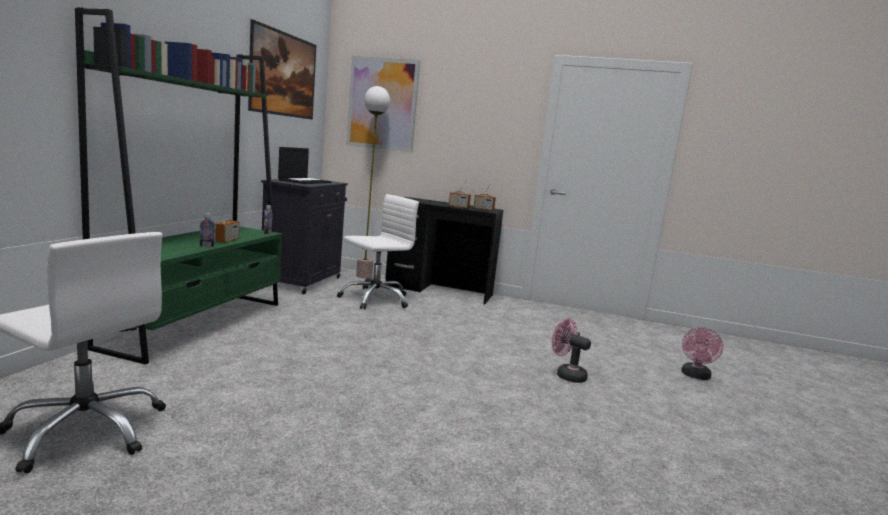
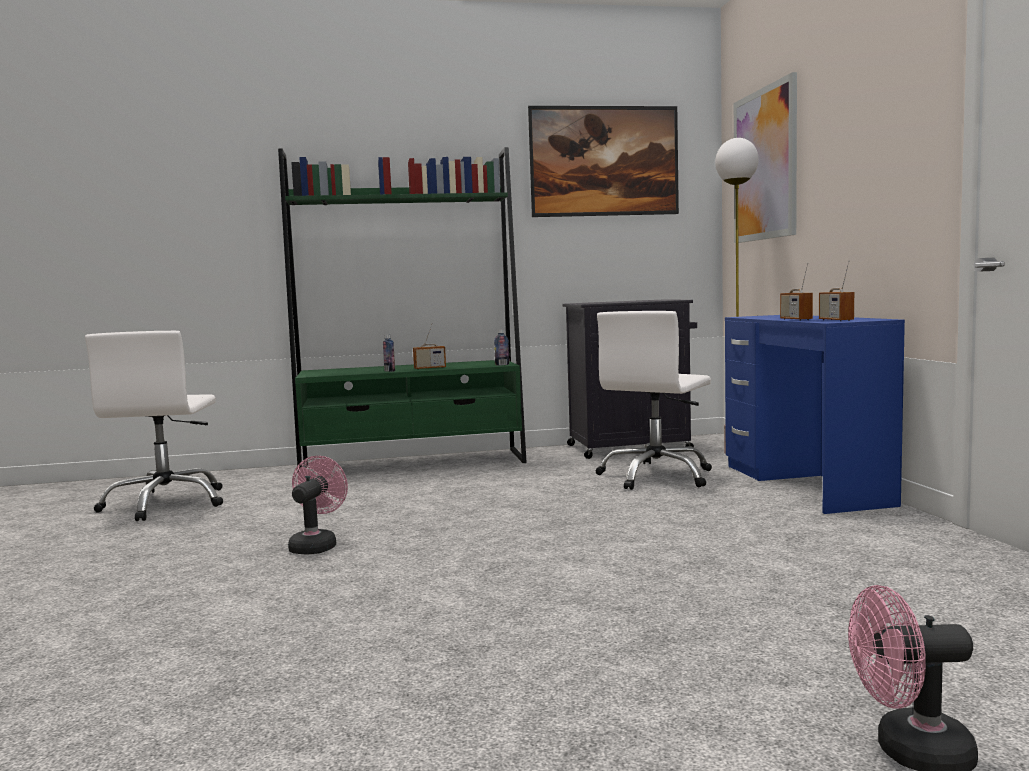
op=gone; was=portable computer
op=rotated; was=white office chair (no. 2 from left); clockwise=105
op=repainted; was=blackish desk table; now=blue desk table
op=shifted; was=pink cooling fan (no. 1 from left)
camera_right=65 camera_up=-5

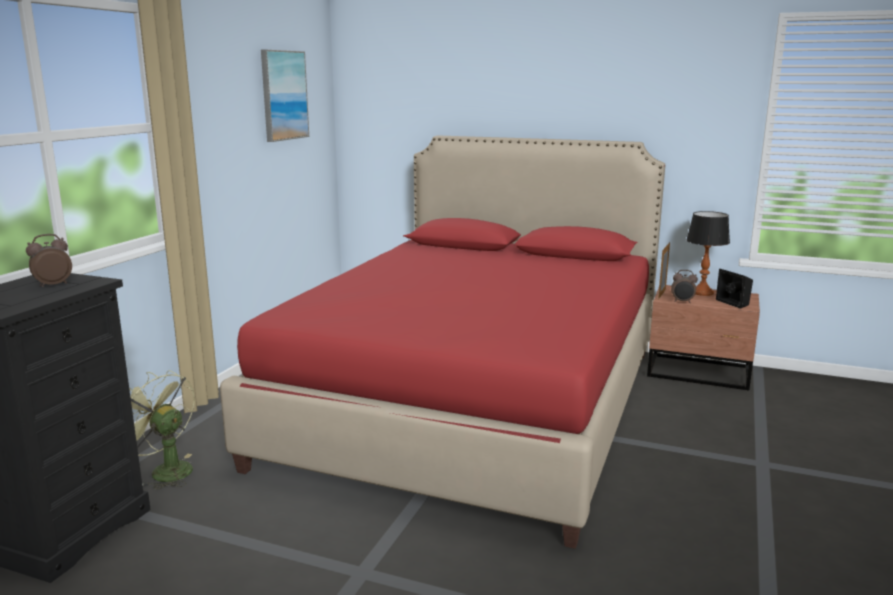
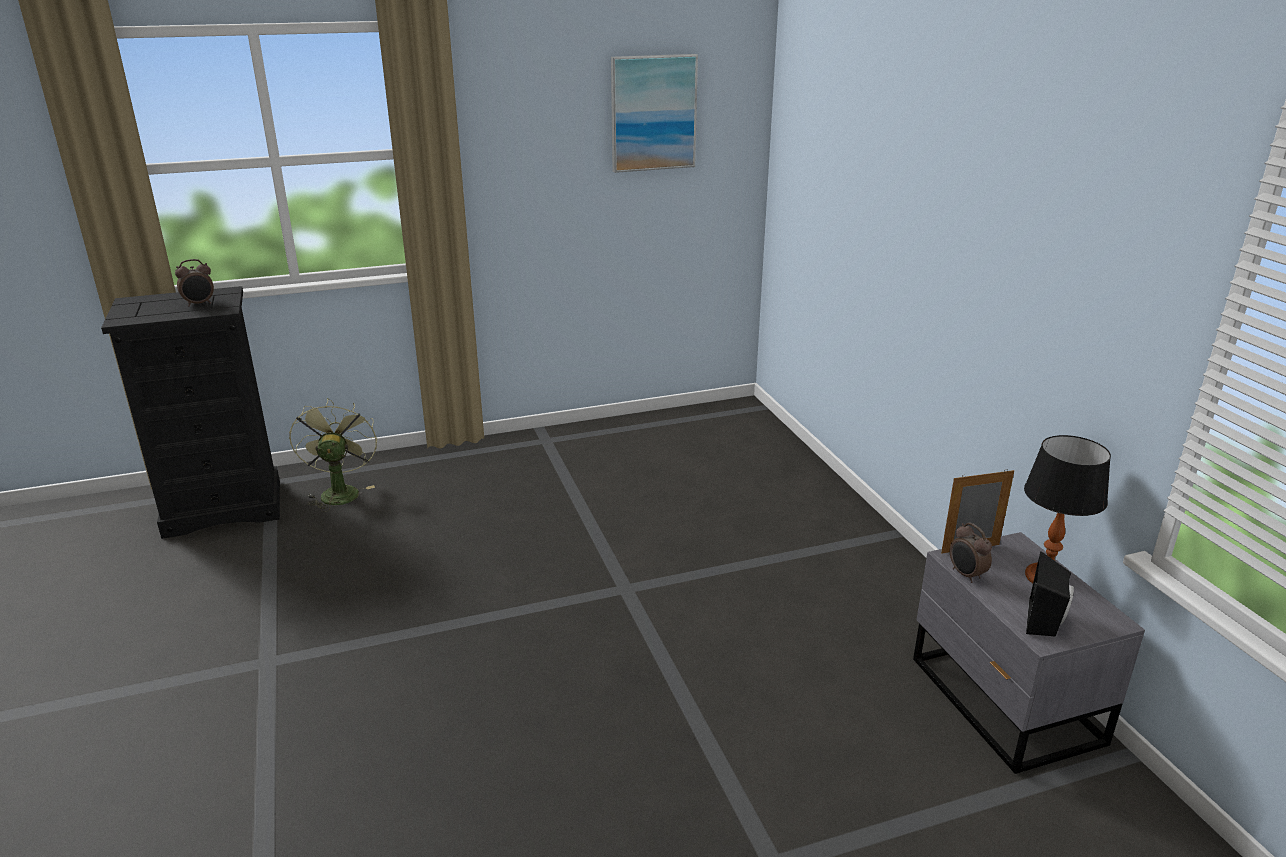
op=rotated; was=bedside clock (no. 1 from left); clockwise=135
op=gone; was=reddish bedroom bed
op=repainted; was=brown bedside table; now=greyish bedside table
camera_right=50 camera_up=10

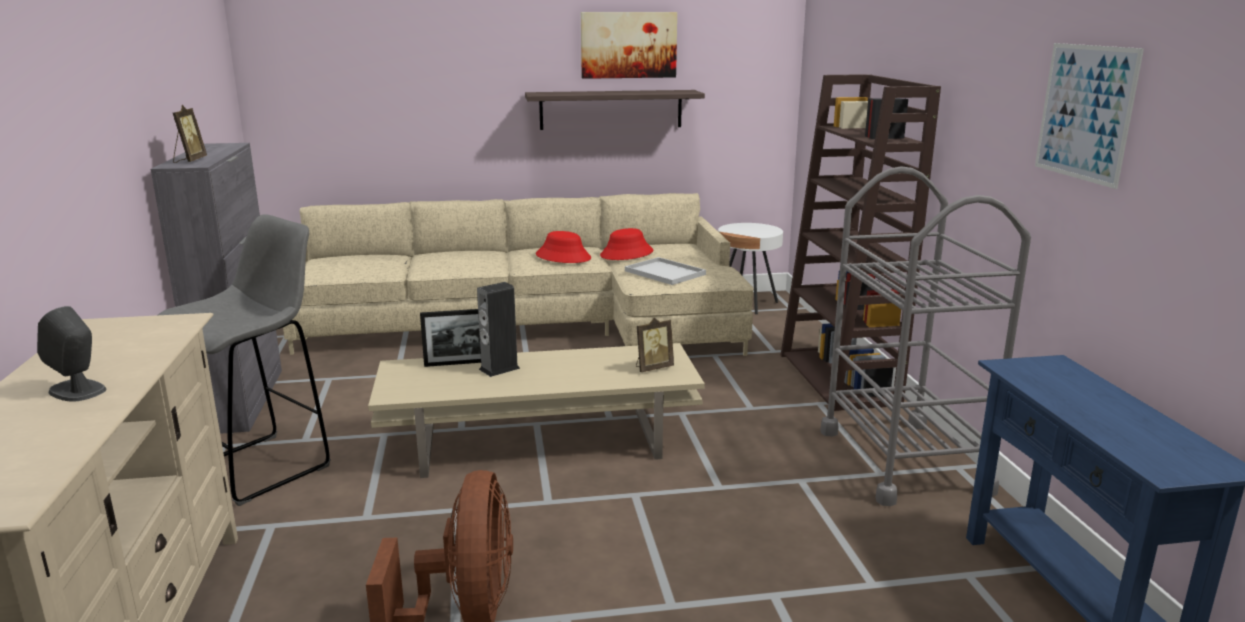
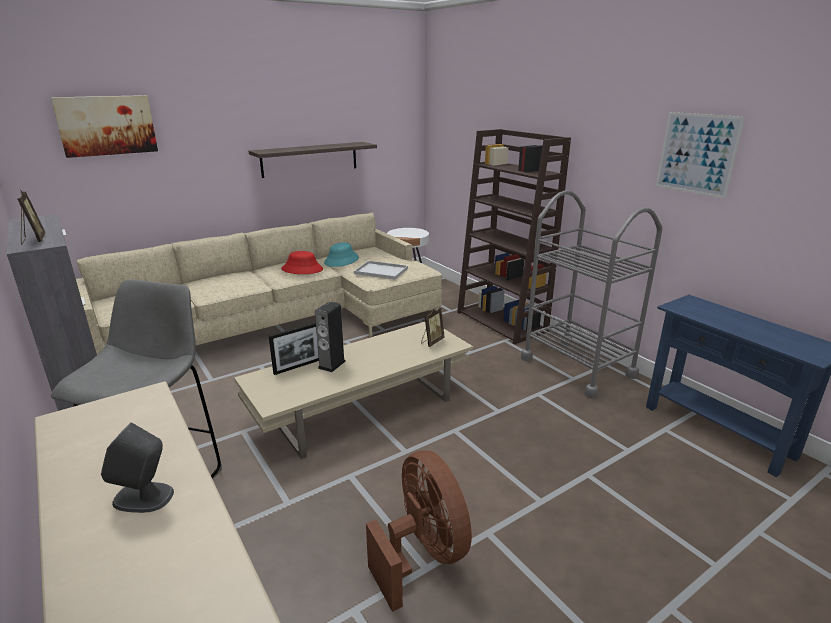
op=shifted; was=picture (no. 1 from left)
op=repainted; was=reddish hat (no. 2 from left); now=turquoise hat
camera_right=-25 camera_up=5

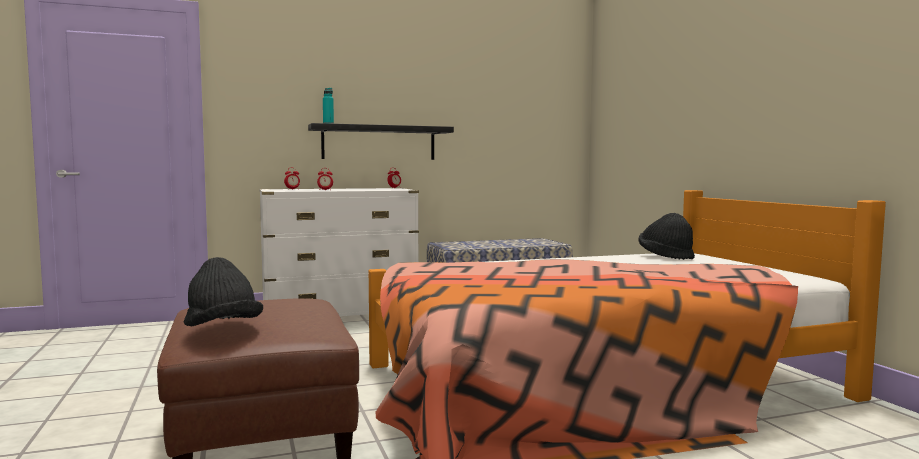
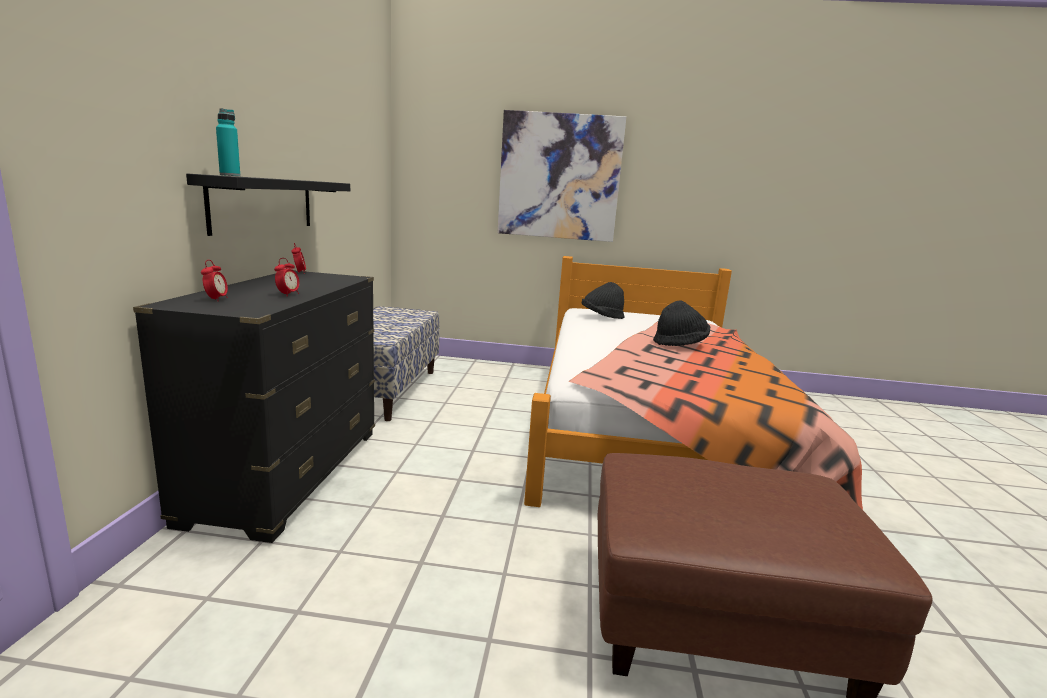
op=shifted; was=blackish hat (no. 1 from left in the first image); now=blackish hat (no. 2 from left)
op=repainted; was=white drawer chest; now=blackish drawer chest
op=new; now=picture
camera_right=-65 camera_up=10

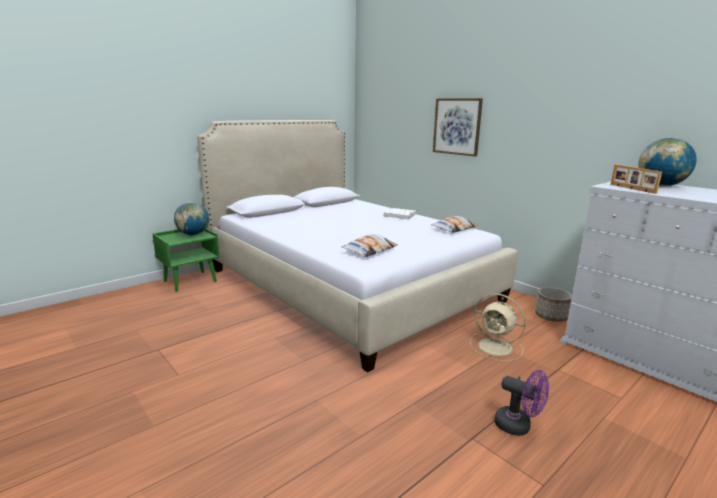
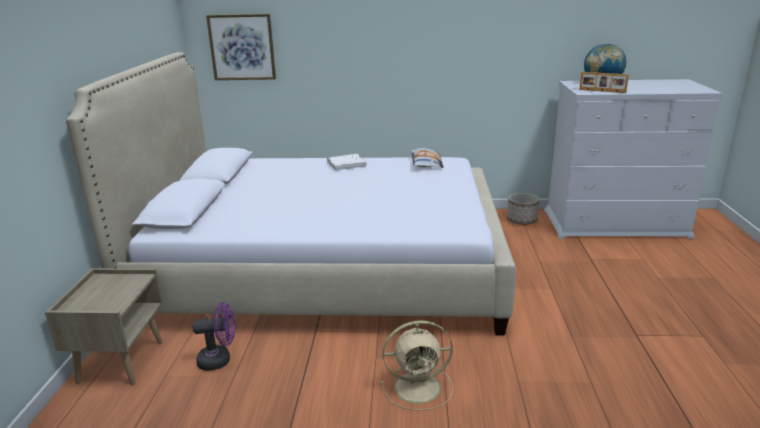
op=repainted; was=green bedside table; now=beige bedside table
op=gone; was=globe (no. 1 from left)
op=gone; was=throw pillow (no. 1 from left)
op=shifted; was=picture
op=shifted; was=beige cooling fan
op=shifted; was=purple-coloured cooling fan
camera_right=-45 camera_up=5

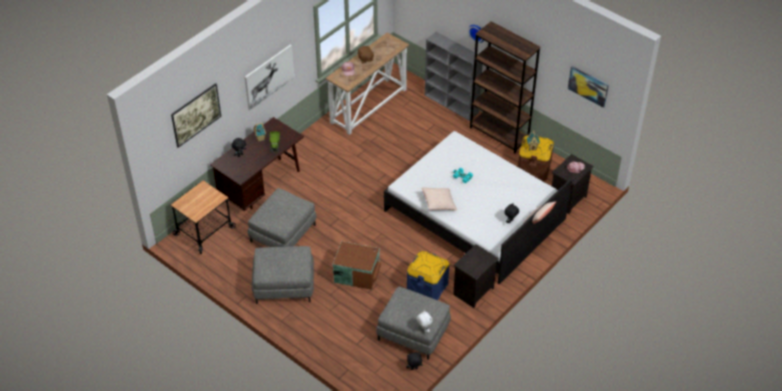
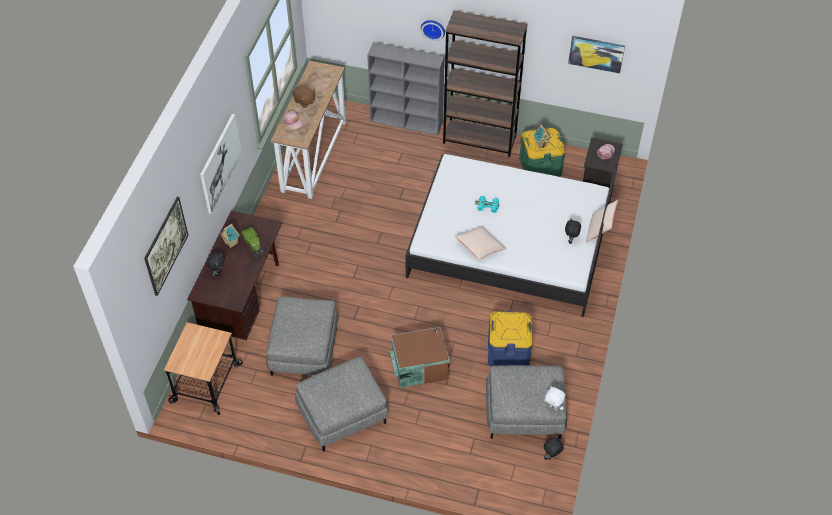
op=gone; was=blackish bedside table (no. 1 from left)
op=repainted; was=brown storage bin (no. 2 from left); now=green storage bin
camera_right=-25 camera_up=5

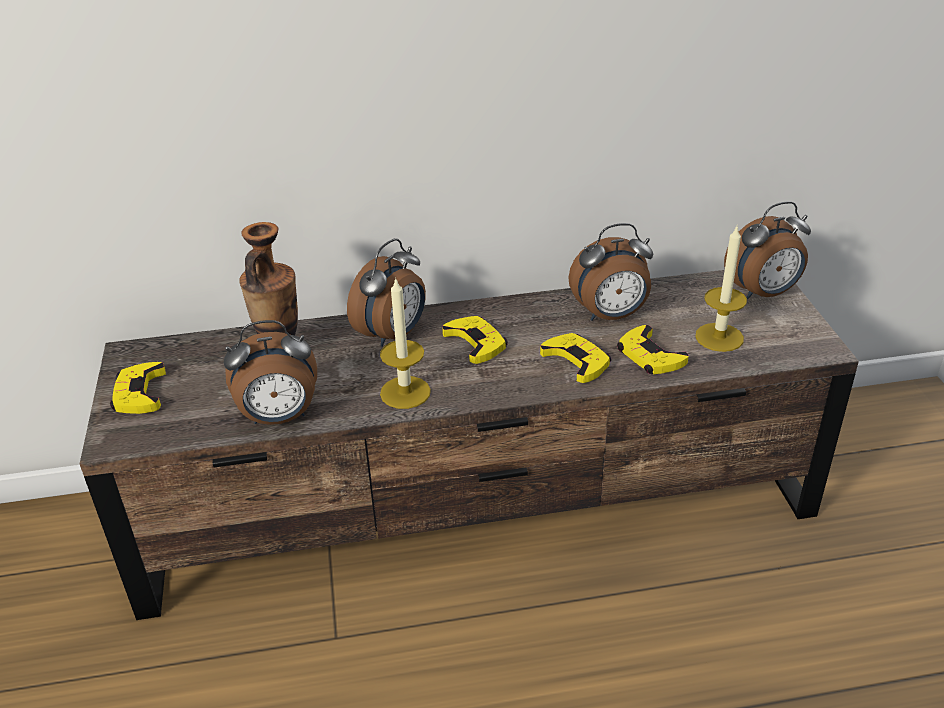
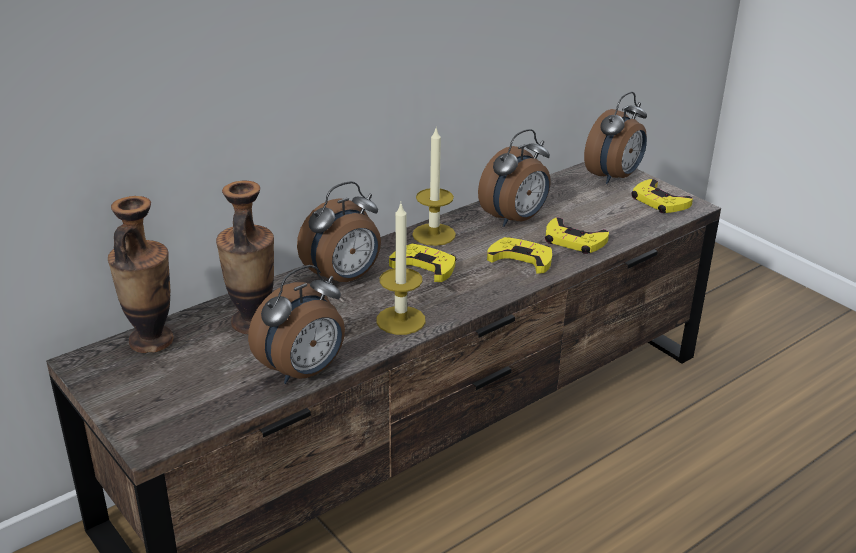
op=shifted; was=yellowish game controller (no. 1 from left in the first image); now=yellowish game controller (no. 4 from left)
op=rotated; was=bedside clock (no. 2 from left); clockwise=45
op=shifted; was=candle (no. 2 from left)
op=new; now=decorative vase (no. 1 from left)
camera_right=-30 camera_up=-5

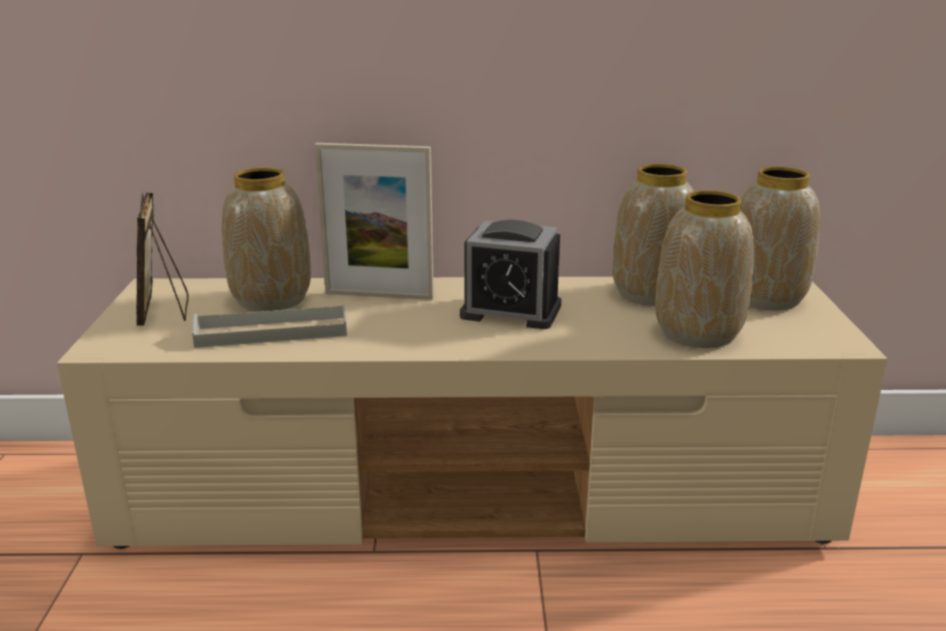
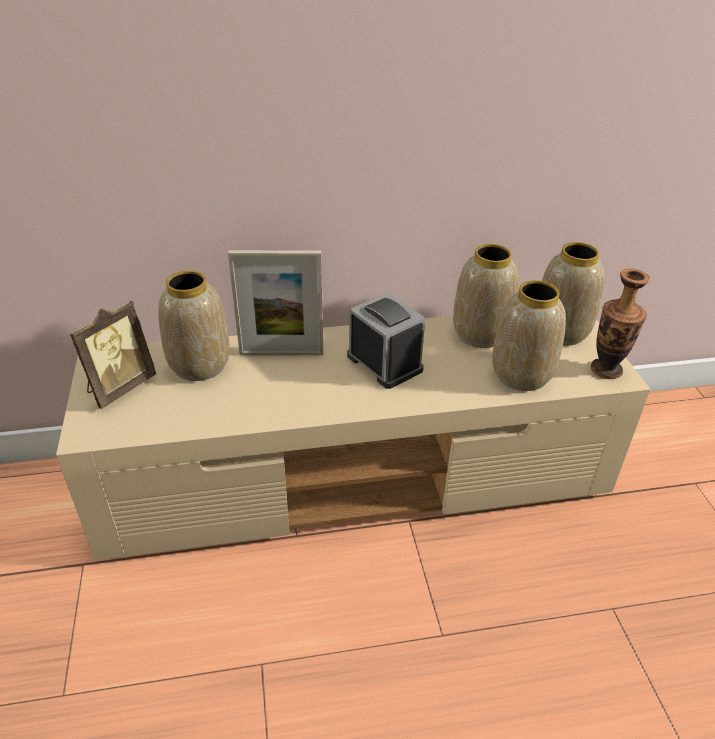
op=rotated; was=photo frame (no. 1 from left); clockwise=-120
op=gone; was=greyish tray
op=rotated; was=bedside clock; clockwise=-135
op=new; now=decorative vase (no. 5 from left)
camera_right=-10 camera_up=15

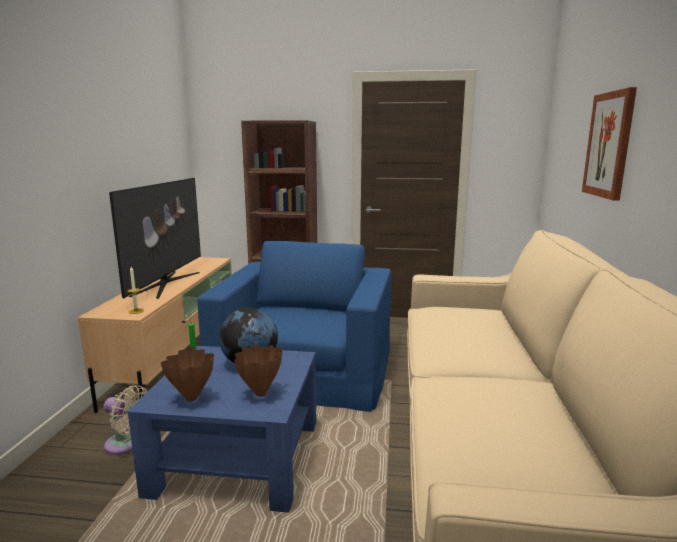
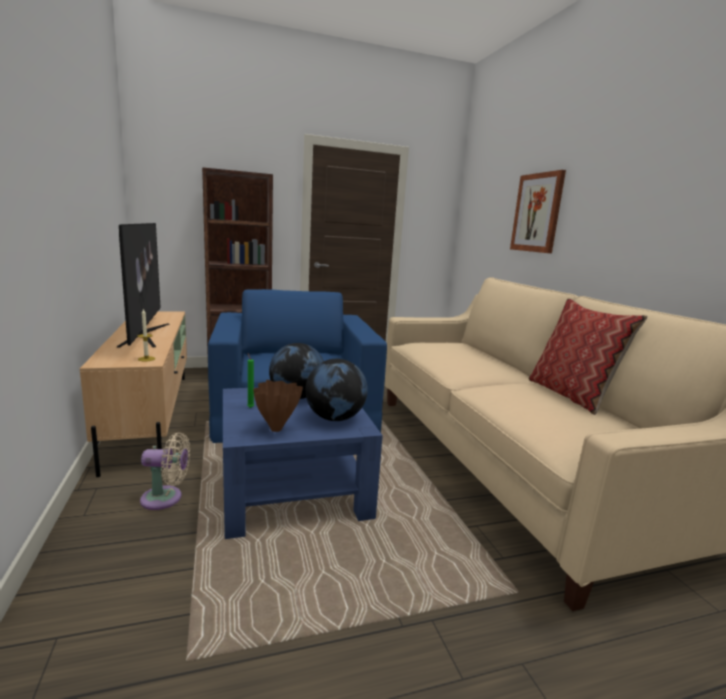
op=swapped; was=brown decorative vase (no. 2 from left); now=globe (no. 2 from left)
op=new; now=throw pillow
camera_right=-25 camera_up=0

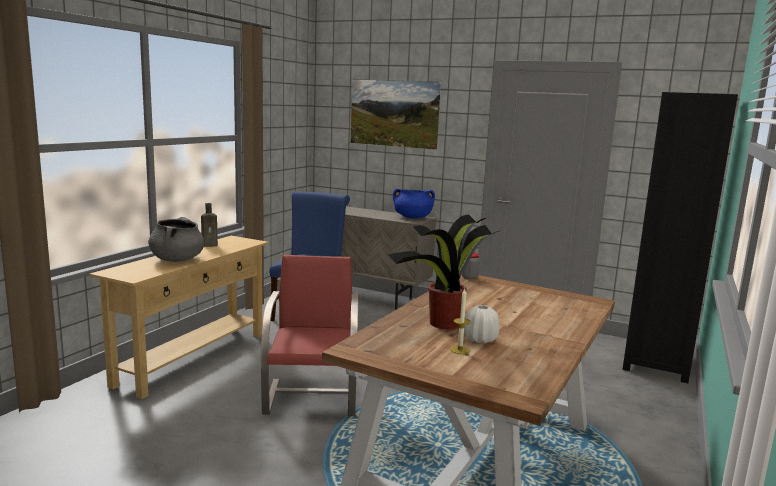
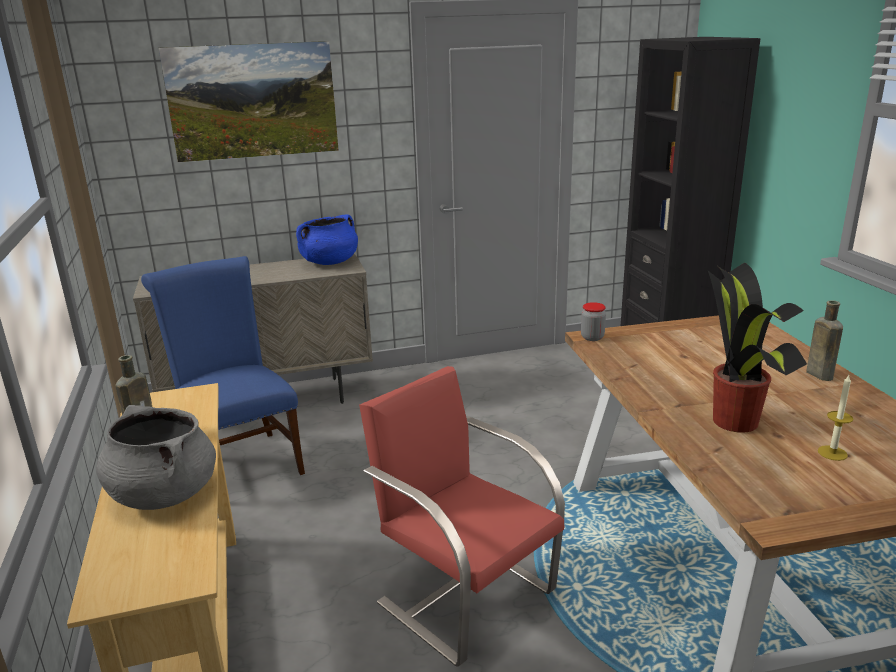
op=gone; was=white decorative vase
op=new; now=brown beverage bottle (no. 2 from left)
camera_right=-40 camera_up=10

